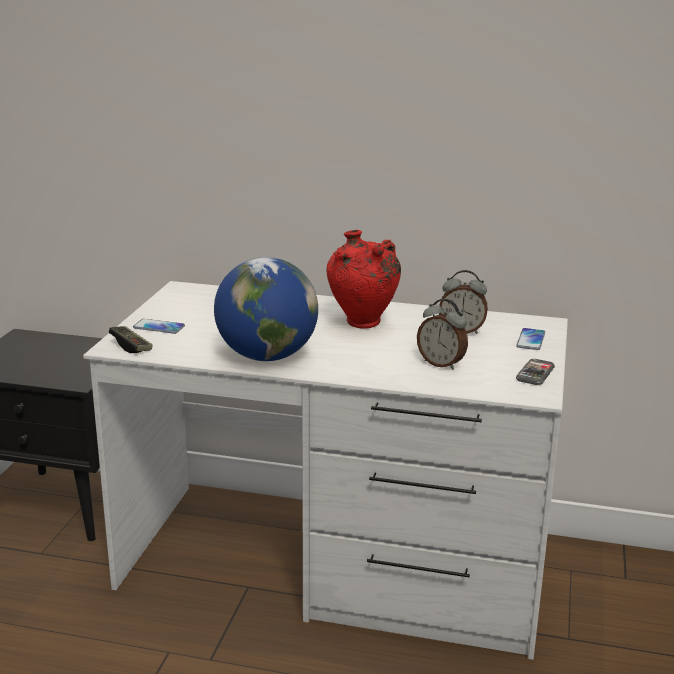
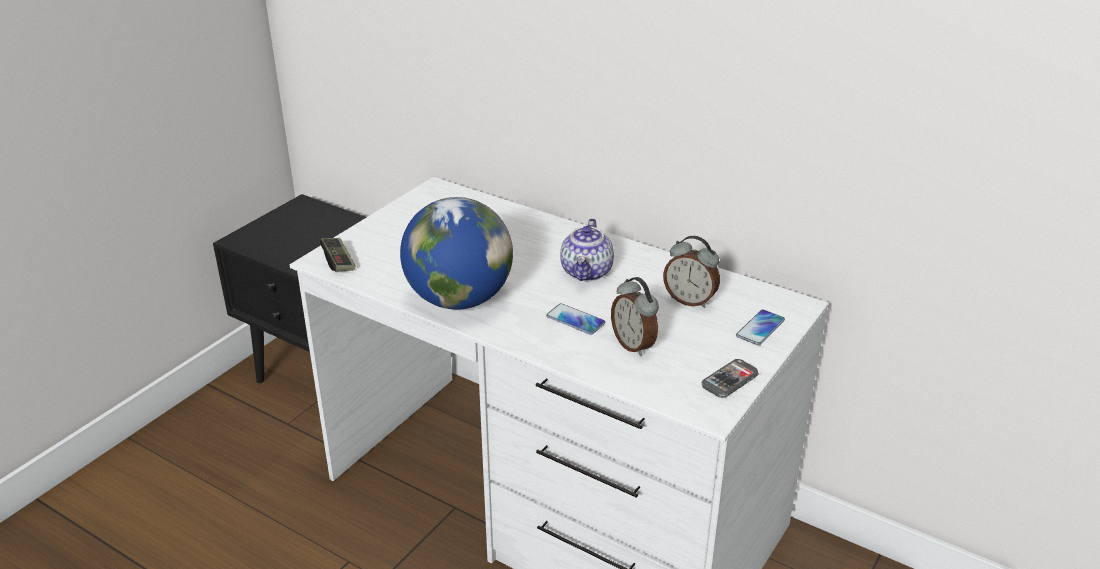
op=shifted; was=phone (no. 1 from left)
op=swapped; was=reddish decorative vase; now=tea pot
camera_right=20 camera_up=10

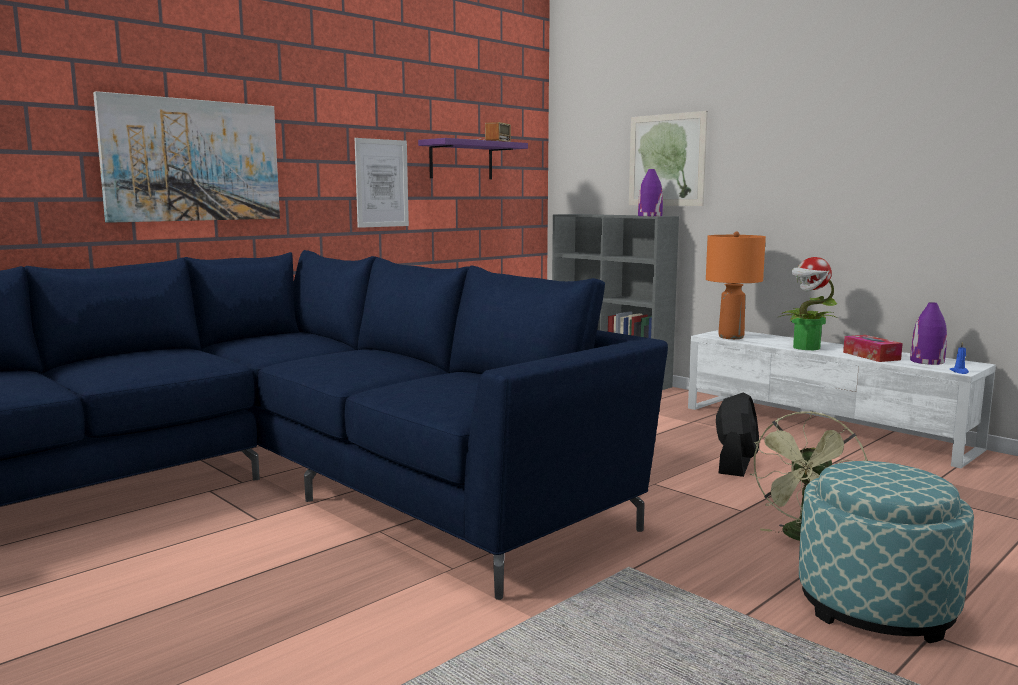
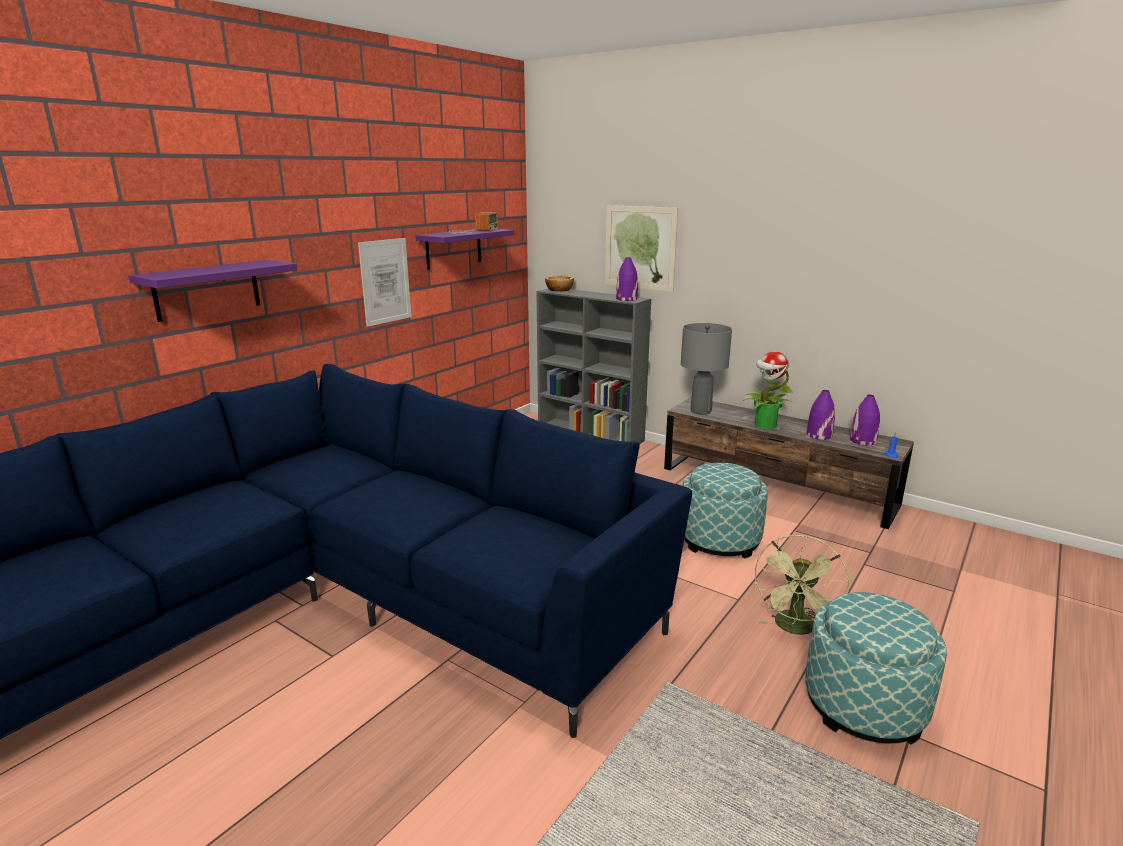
op=swapped; was=picture (no. 1 from left); now=purple-coloured shelf (no. 1 from left)
op=repainted; was=white tv unit; now=brown tv unit
op=repainted; was=orange-coloured tabletop lamp; now=greyish tabletop lamp
op=swapped; was=blackish cooling fan; now=pouffe (no. 1 from left)
op=swapped; was=tissue holder; now=purple-coloured decorative vase (no. 2 from left)
op=new; now=deep dish
camera_right=-10 camera_up=10

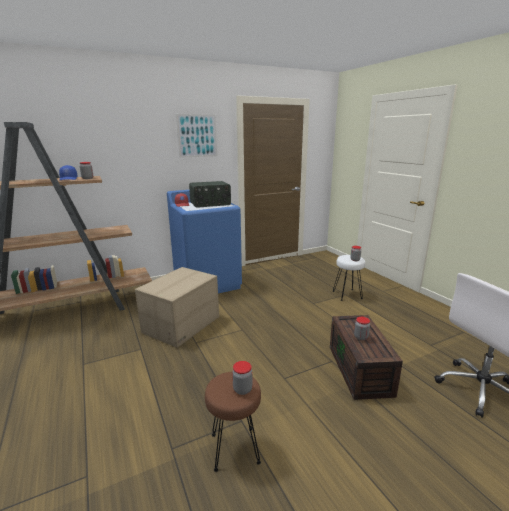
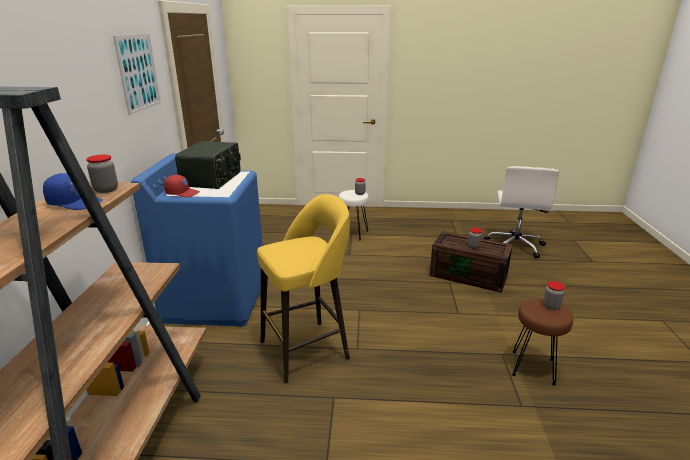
op=swapped; was=carton; now=yellowish sitting stool
camera_right=-60 camera_up=5

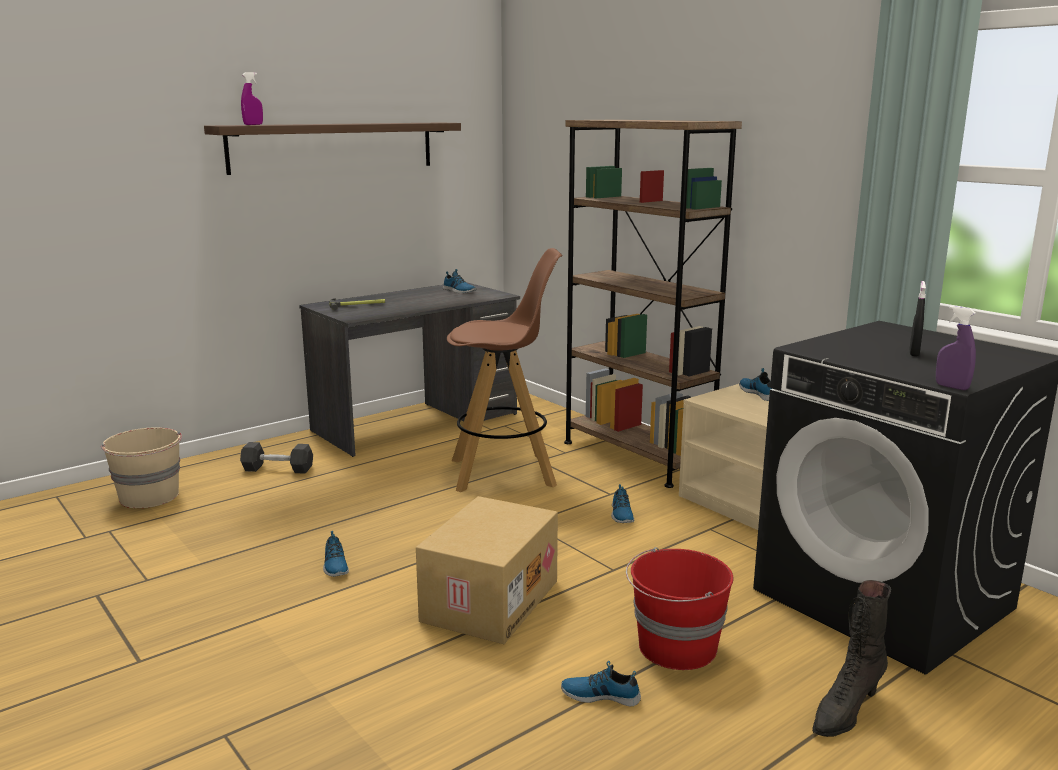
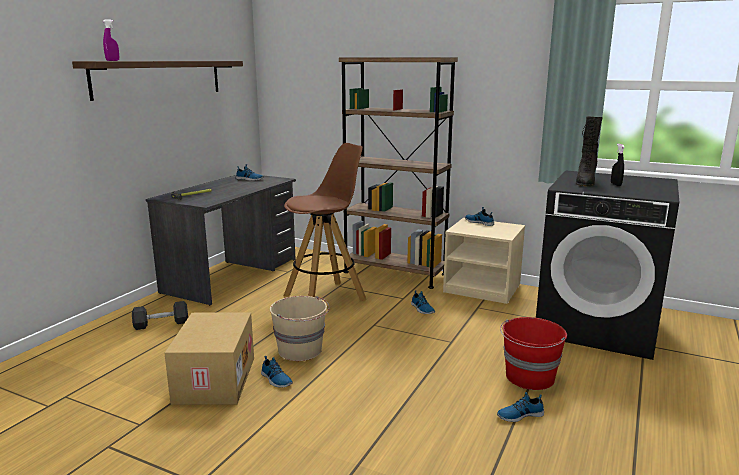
op=shifted; was=beige pail
op=shifted; was=carton
op=shifted; was=blackish boot
op=gone; was=purple-coloured spray bottle (no. 2 from left)
camera_right=-25 camera_up=0

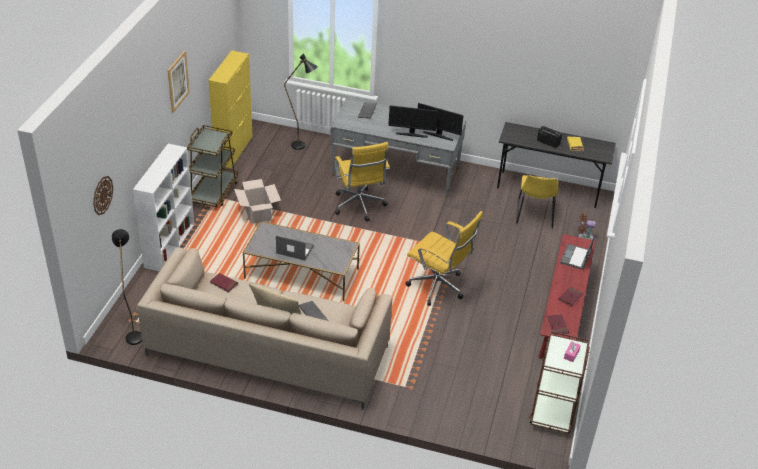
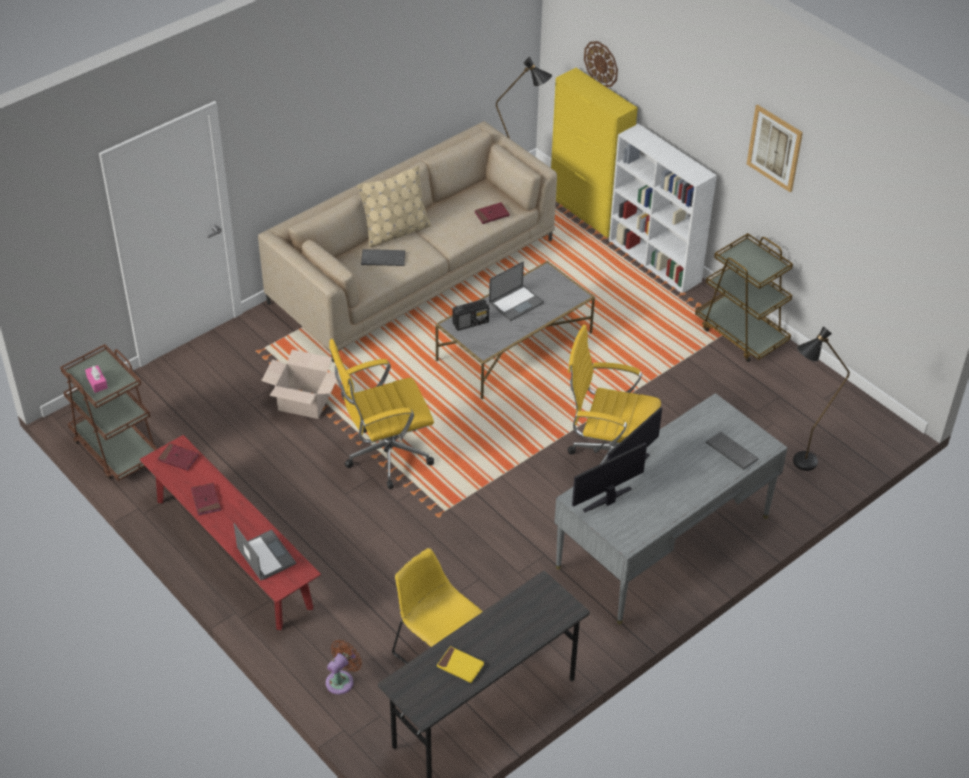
op=shifted; was=yellowish storage cabinet
op=shifted; was=carton
op=shifted; was=radio set
camera_right=125 camera_up=5

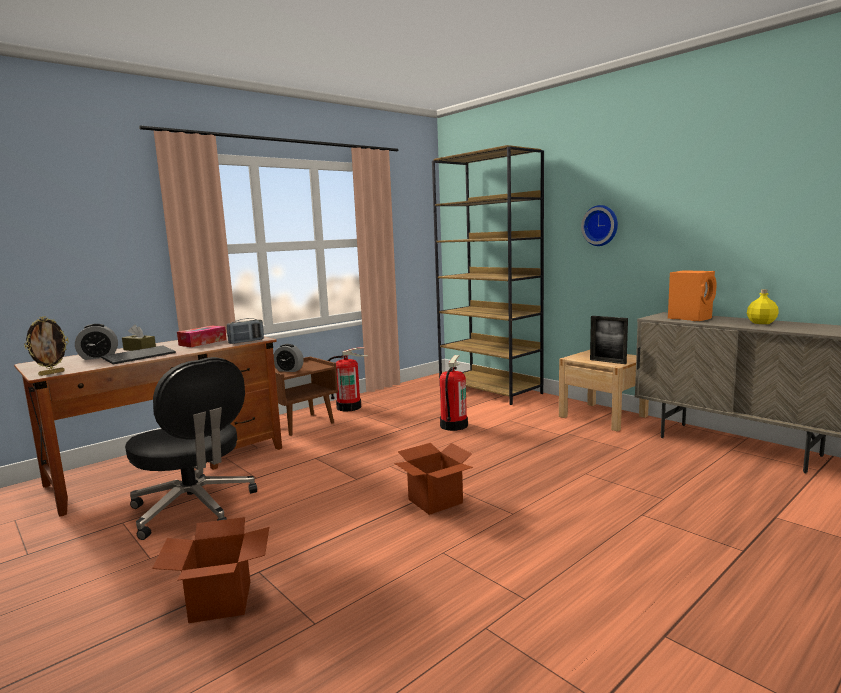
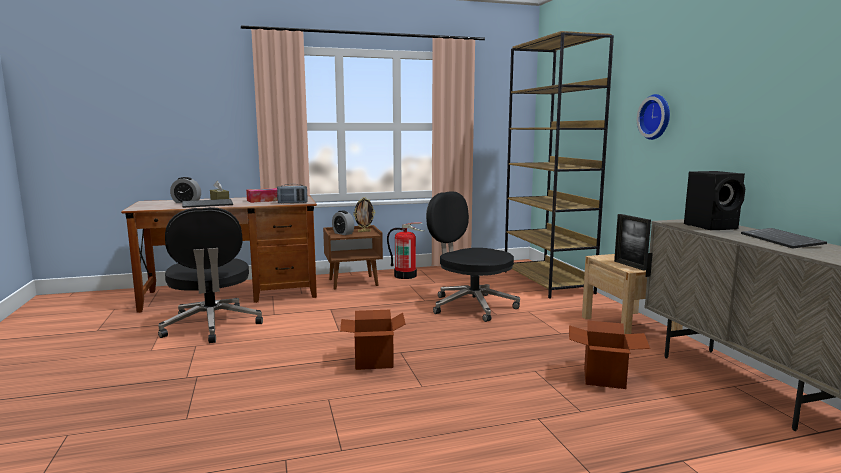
op=shifted; was=photo frame (no. 1 from left)
op=shifted; was=carton (no. 1 from left in the first image); now=carton (no. 2 from left)
op=swapped; was=extinguisher (no. 2 from left); now=blackish office chair (no. 2 from left)
op=repainted; was=orange-coloured audio speaker; now=blackish audio speaker
op=swapped; was=yellowish beverage bottle; now=computer keyboard (no. 2 from left)
camera_right=25 camera_up=0

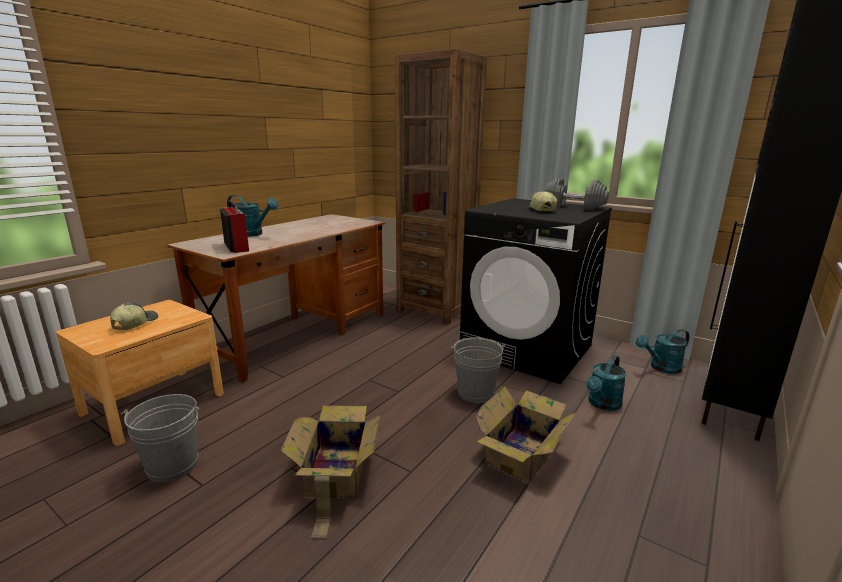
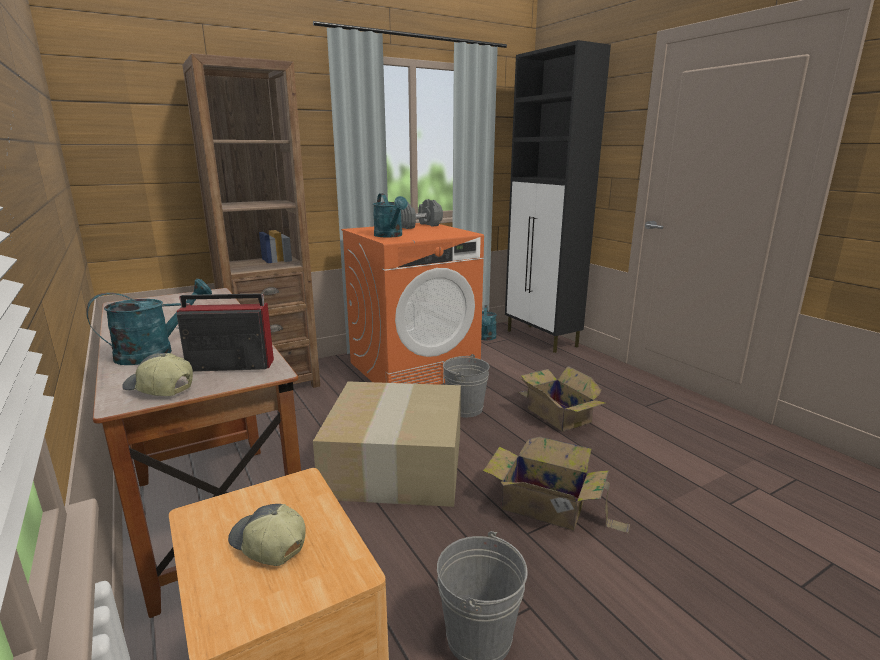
op=repainted; was=blackish laundry machine; now=orange-coloured laundry machine
op=shifted; was=baseball cap (no. 2 from left in the first image); now=baseball cap (no. 1 from left)
op=shifted; was=turquoise sprinkling can (no. 2 from left)
op=new; now=carton (no. 1 from left)
camera_right=-65 camera_up=0

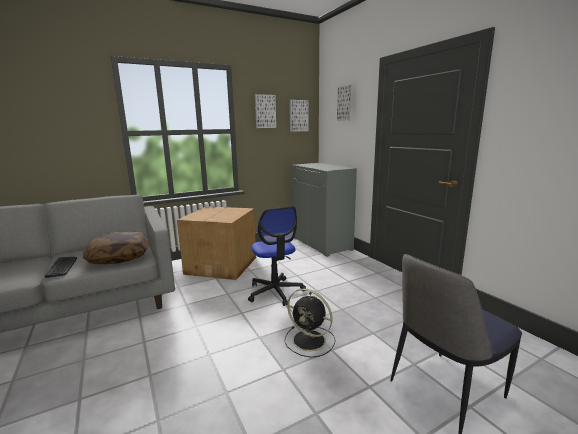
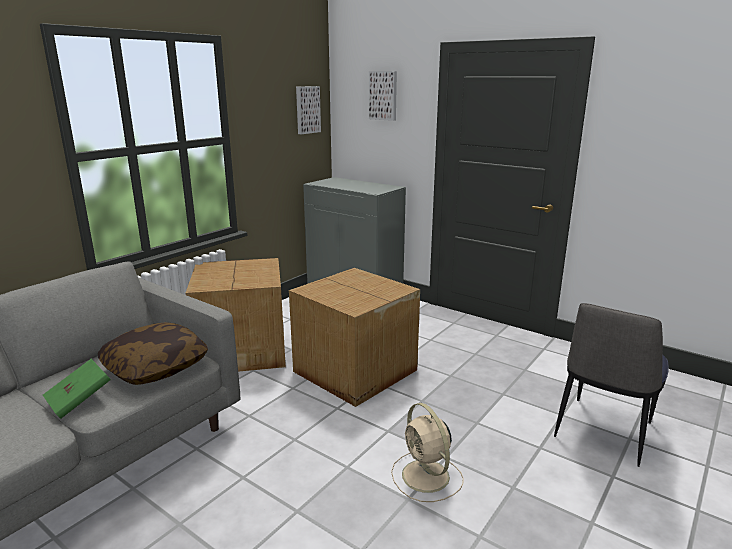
op=swapped; was=computer keyboard; now=green book
op=swapped; was=office chair; now=carton (no. 2 from left)
op=gone; was=picture (no. 1 from left)
op=gone; was=blackish cooling fan
op=new; now=beige cooling fan
camera_right=-25 camera_up=5

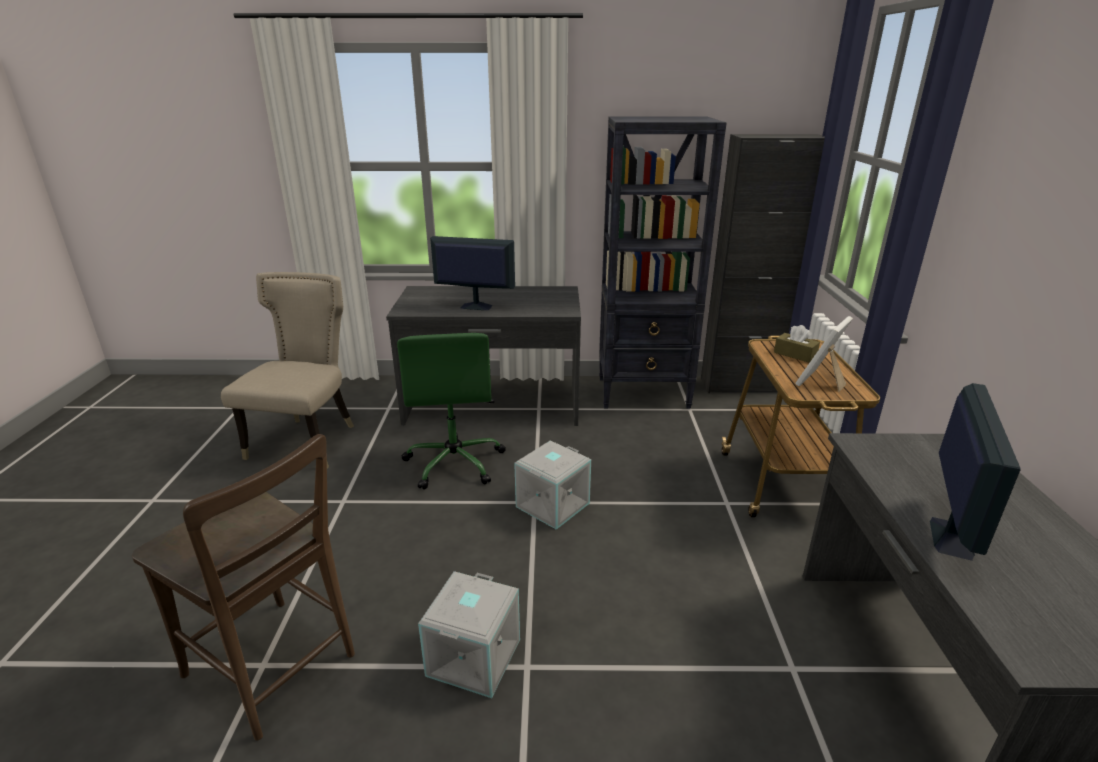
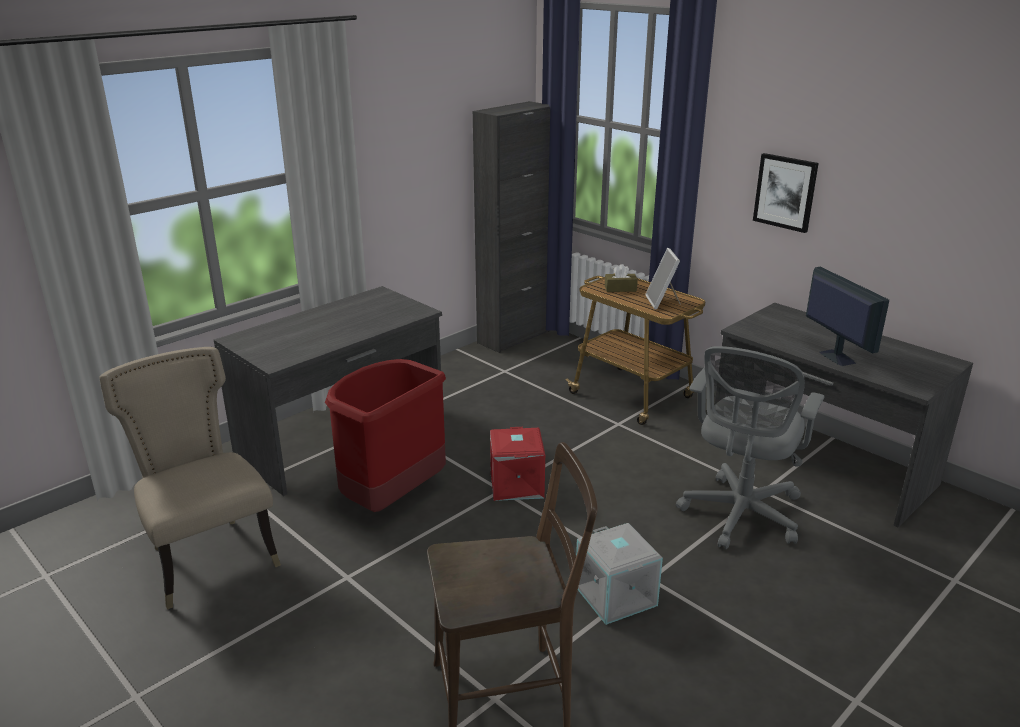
op=swapped; was=green office chair; now=reddish waste bin
op=gone; was=computer screen (no. 1 from left)
op=repainted; was=greyish storage bin (no. 2 from left); now=reddish storage bin
op=gone; was=blackish shelving unit
op=new; now=greyish office chair
op=new; now=picture
camera_right=-45 camera_up=0

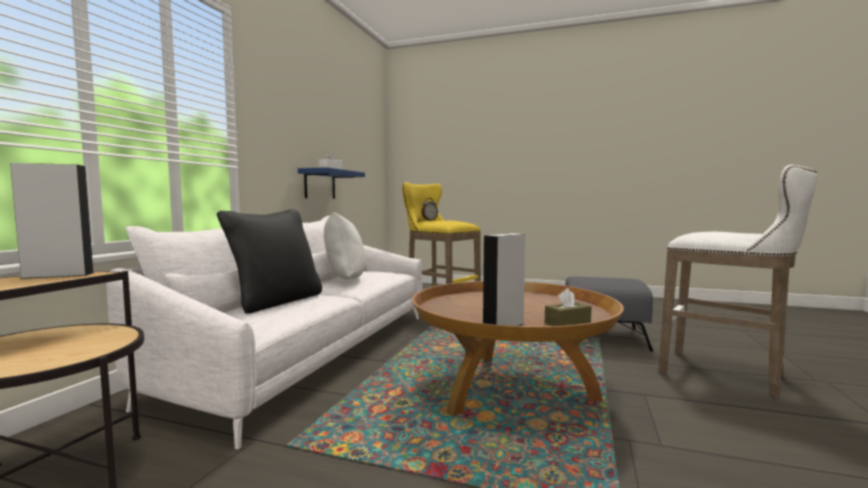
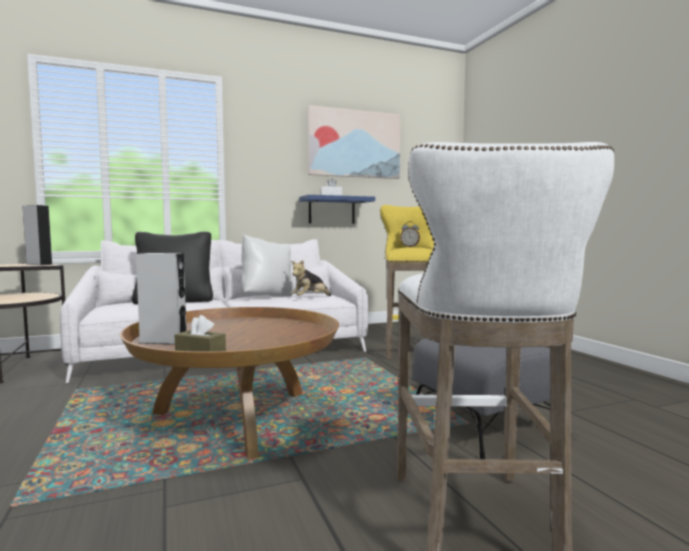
op=new; now=soft toy
op=new; now=picture
camera_right=50 camera_up=0

